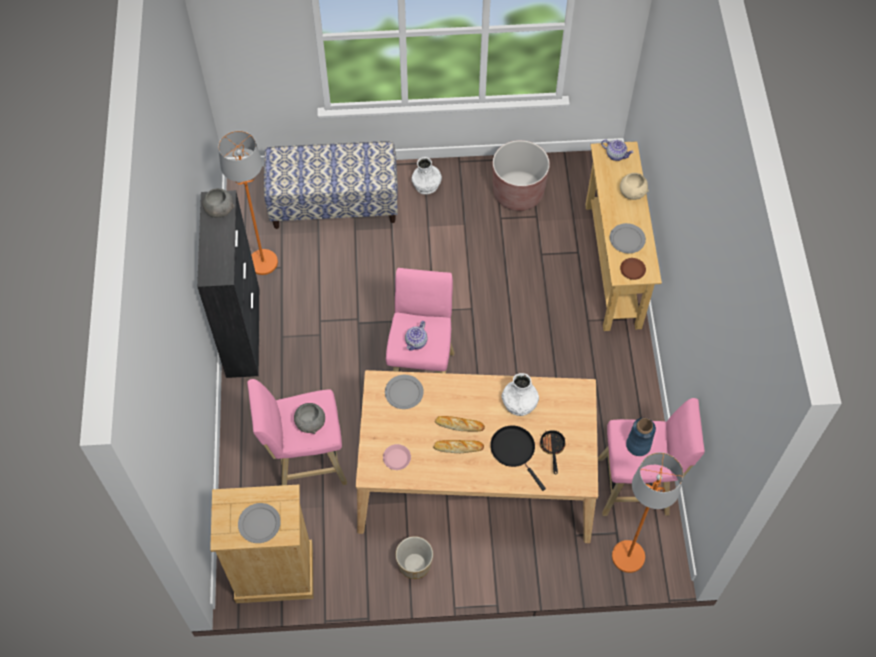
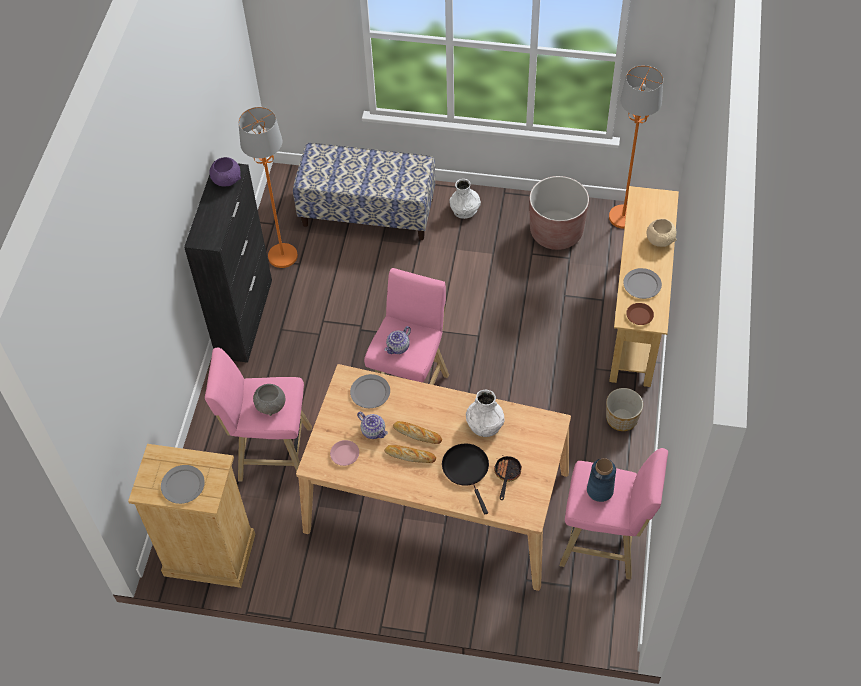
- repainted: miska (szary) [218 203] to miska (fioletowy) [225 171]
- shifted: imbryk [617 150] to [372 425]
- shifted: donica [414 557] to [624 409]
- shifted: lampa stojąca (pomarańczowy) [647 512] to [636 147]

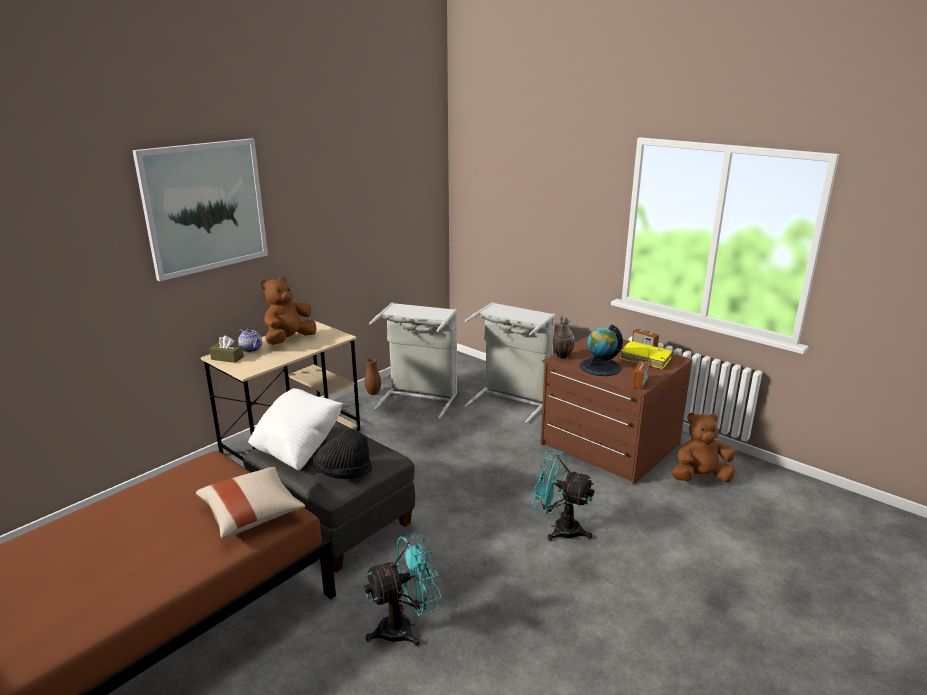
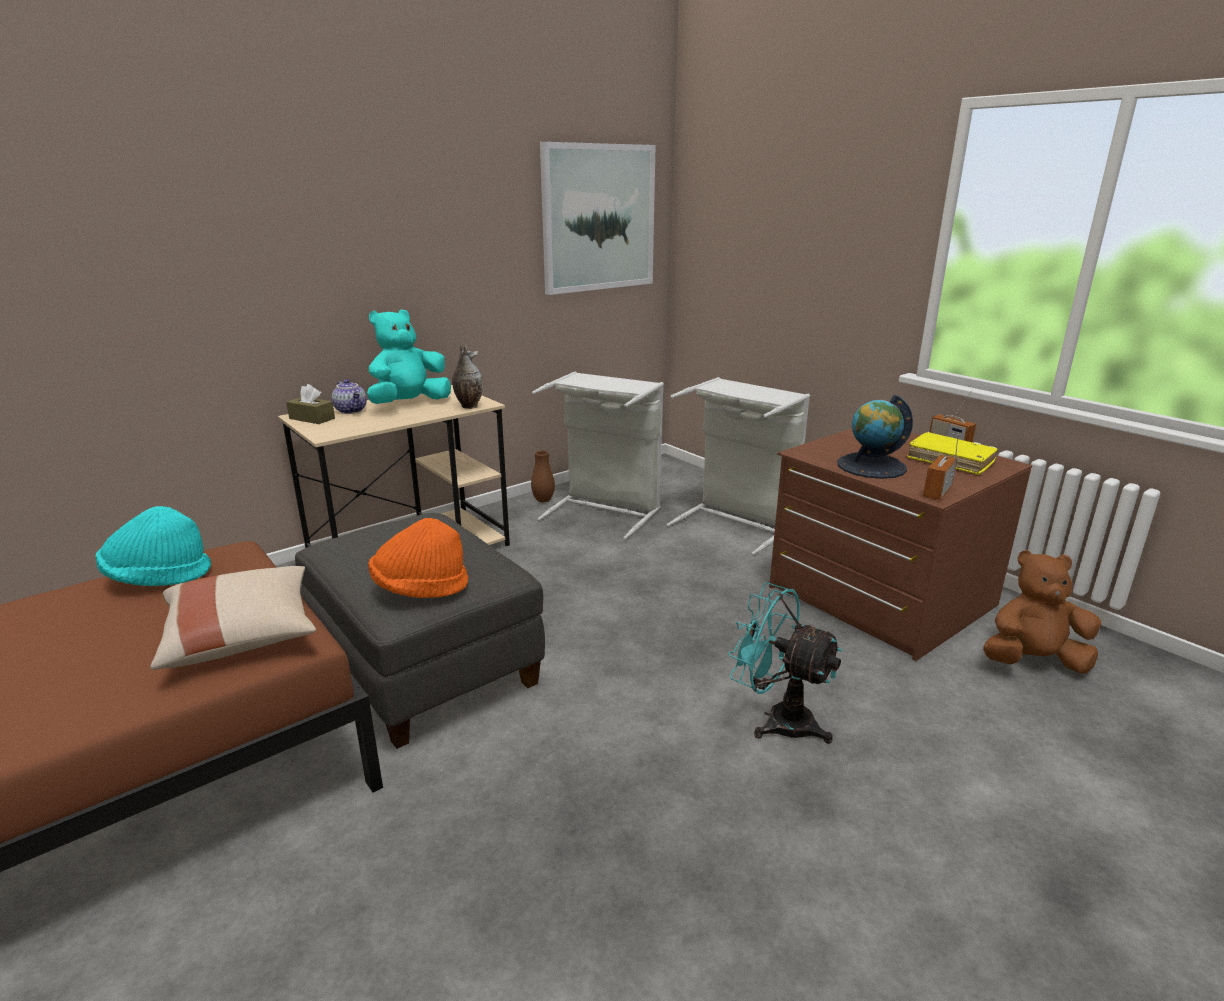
- new: kapelusz (turkusowy) [153 546]
- repainted: pluszak (brązowy) [289 311] to pluszak (turkusowy) [409 357]
- repainted: kapelusz (czarny) [342 454] to kapelusz (pomarańczowy) [418 558]
- shifted: wazon [564 337] to [467 376]
- shifted: obraz [200 209] to [598 218]
- gone: poduszka (biały) [295 429]
- gone: wentylator (turkusowy) [402 590]

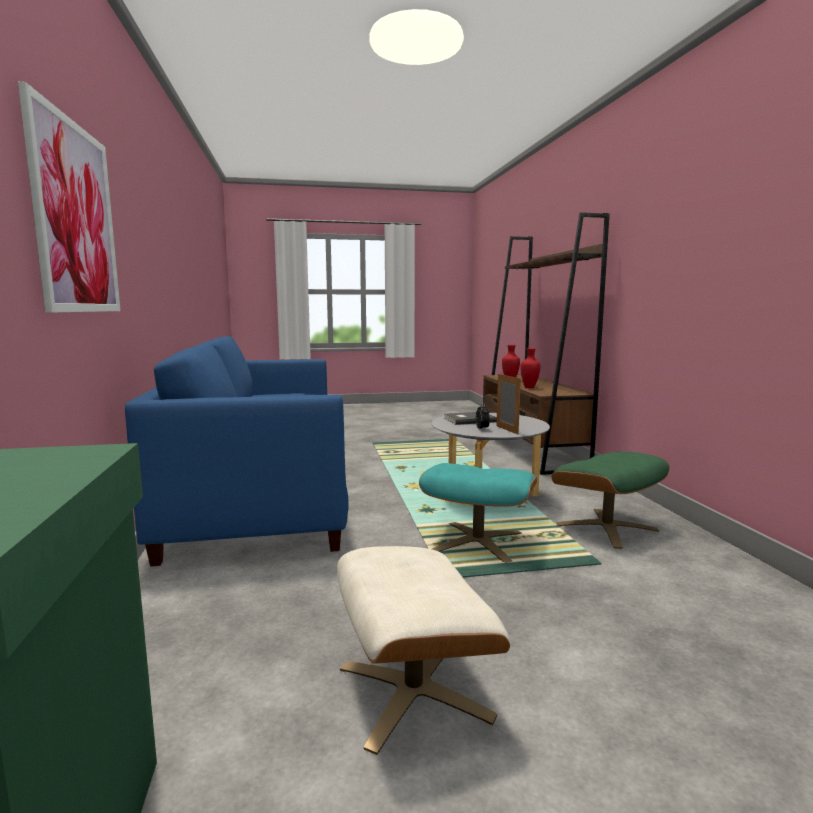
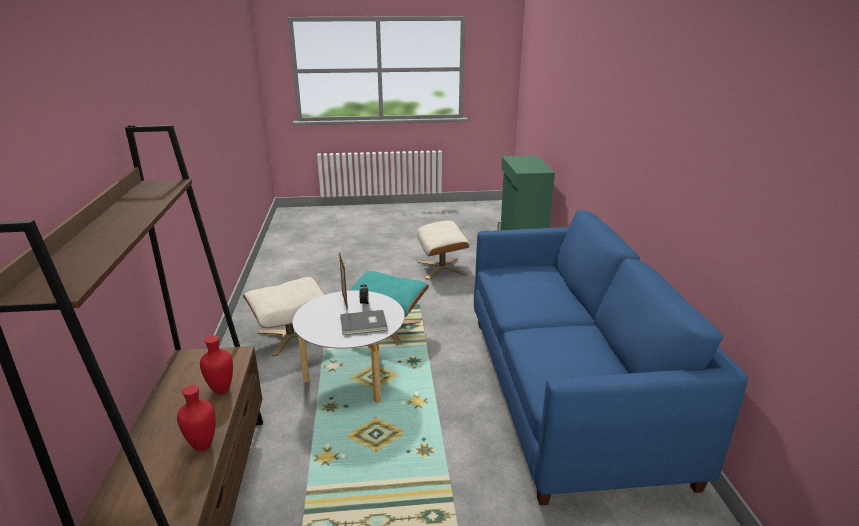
- repainted: pufa (zielony) [610 500] to pufa (beżowy) [284 316]
- gone: obraz [69 196]

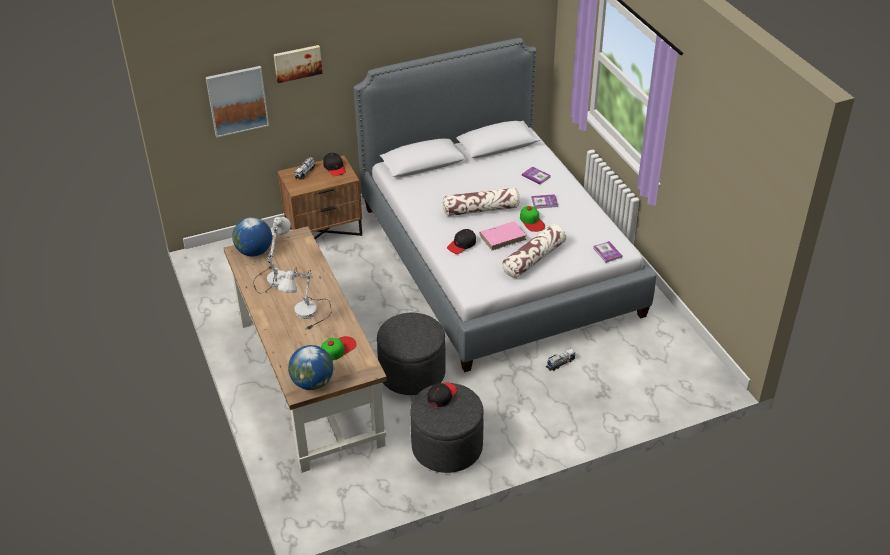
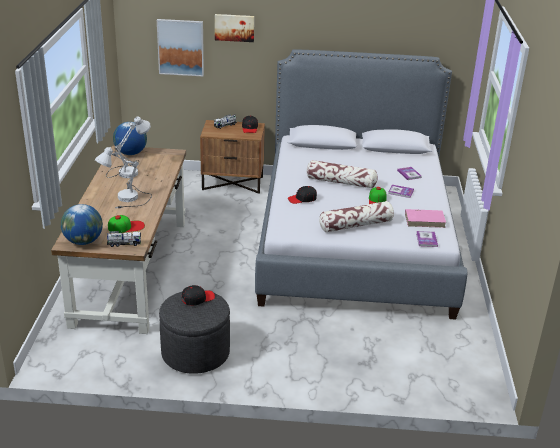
- shifted: ciężarówka zabawkowa [561 359] to [124 239]
- shifted: książka (różowy) [502 235] to [425 218]
- gone: pufa (szary) [411 354]

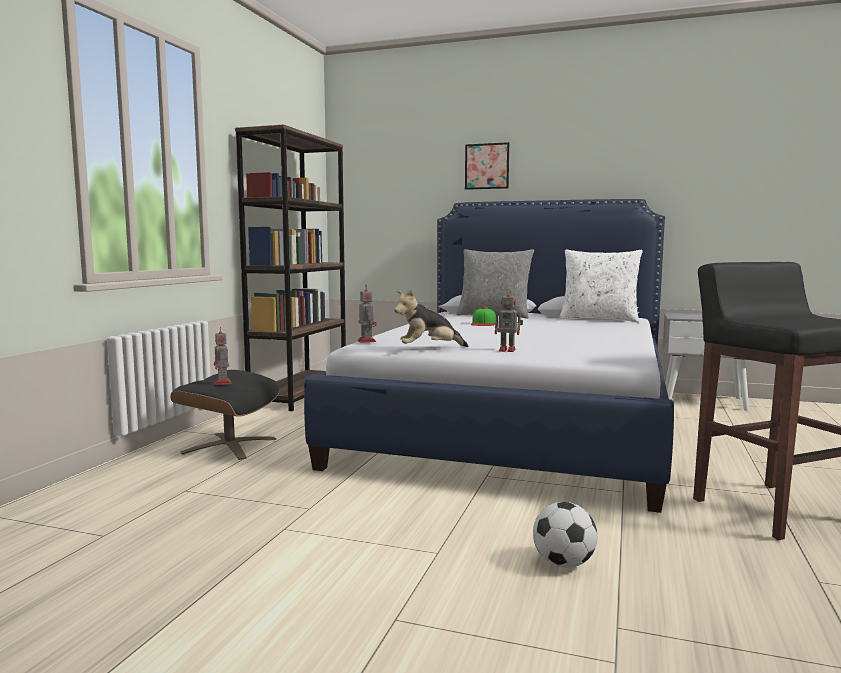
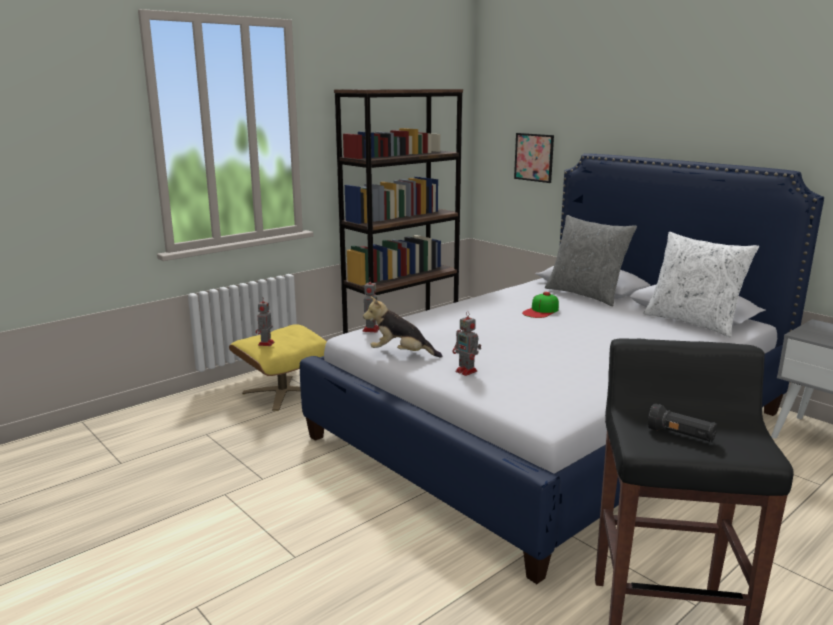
- repainted: pufa (czarny) [224 415] to pufa (żółty) [278 367]
- shifted: obraz [487 166] to [534 158]
- new: latarka (czarny) [682 423]
- gone: piłka futbolowa [565 535]

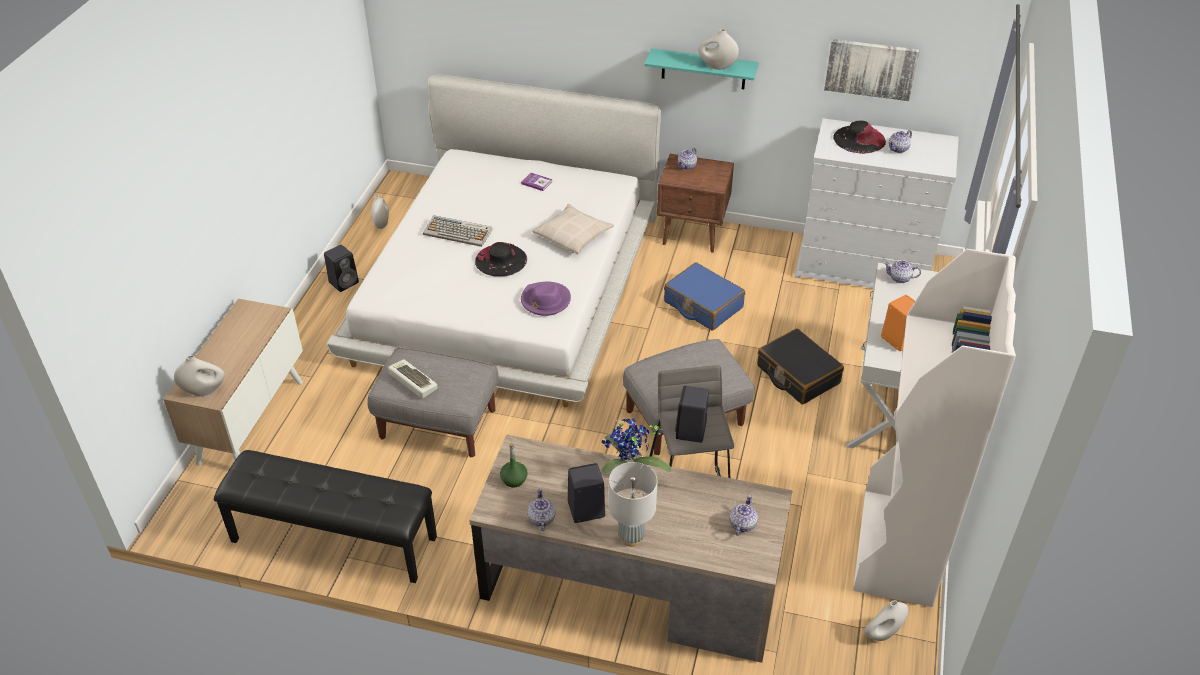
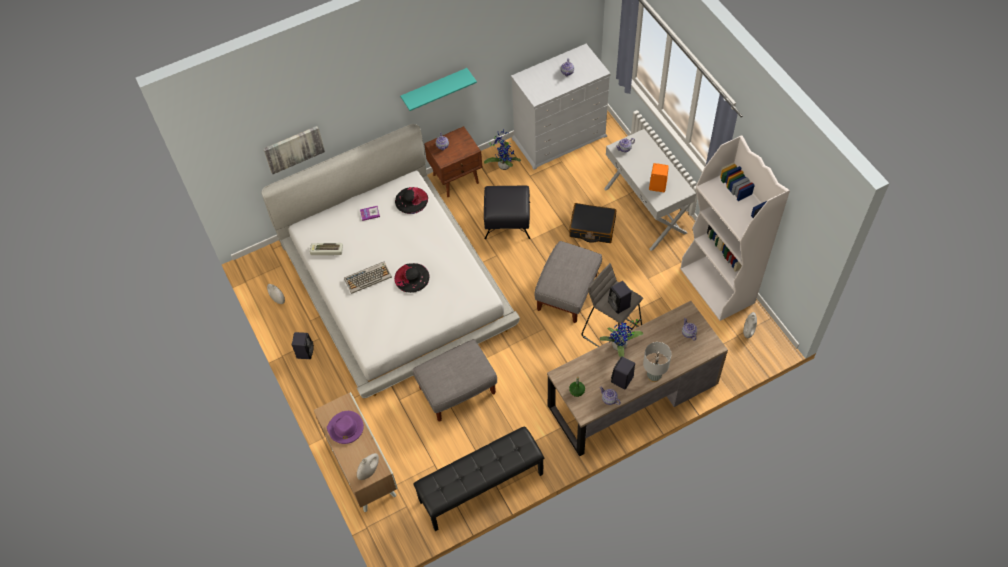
- shifted: obraz [872 70] to [294 150]
- shifted: klawiatura [413 378] to [326 249]
- shifted: kapelusz (fioletowy) [546 299] to [345 427]
- shifted: kapelusz (czarny) [859 137] to [411 200]
- new: roślina doniczkowa [502 149]
- swapped: walizka (niebieski) [704 296] to pufa (czarny) [507 212]
- gone: poduszka (beżowy) [573 229]
- gone: wazon (biały) [718 49]

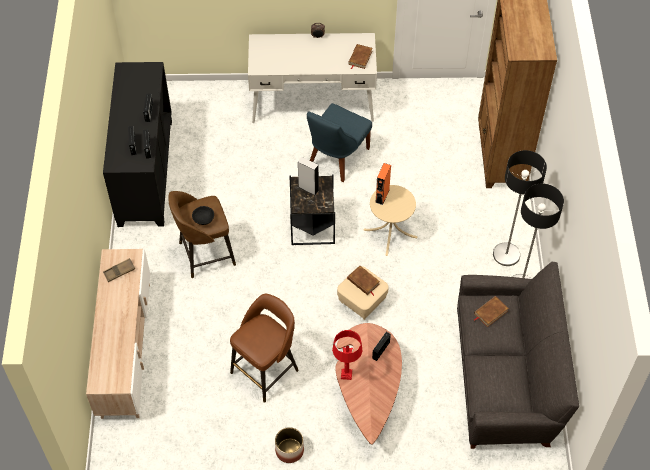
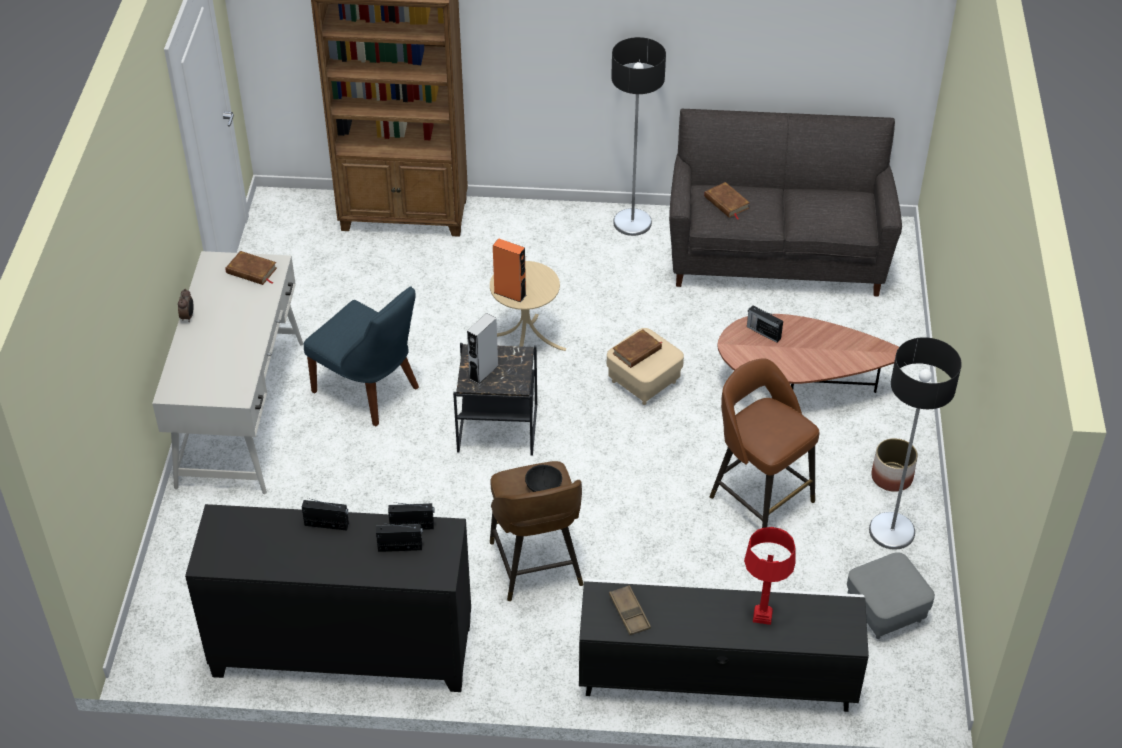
- repainted: szafka pod telewizor (beżowy) [118 334] to szafka pod telewizor (czarny) [724 645]
- shifted: lampa stołowa (czerwony) [347 355] to [769 576]
- new: pufa (szary) [891 595]
- shifted: lampa stojąca [520 208] to [915 443]

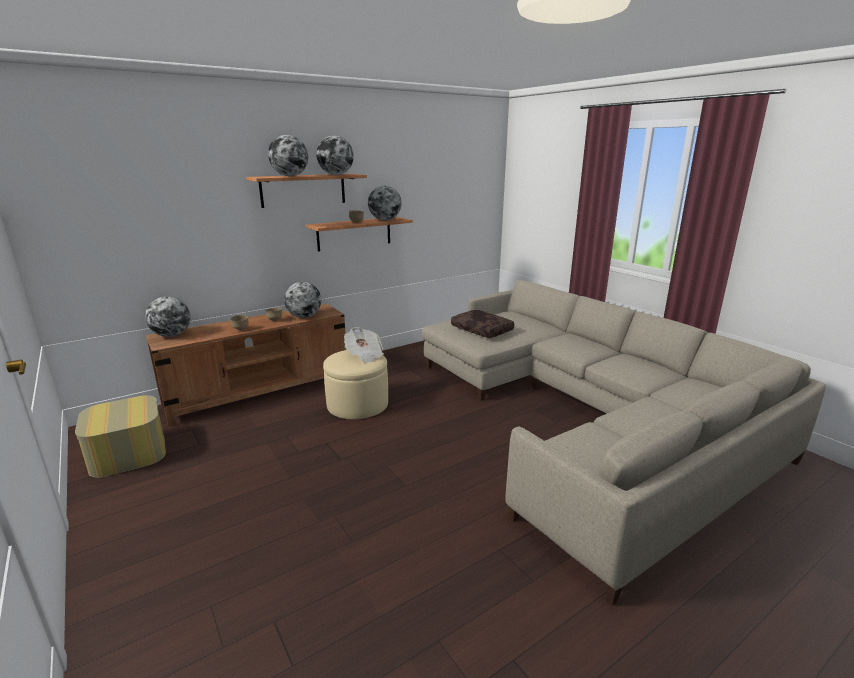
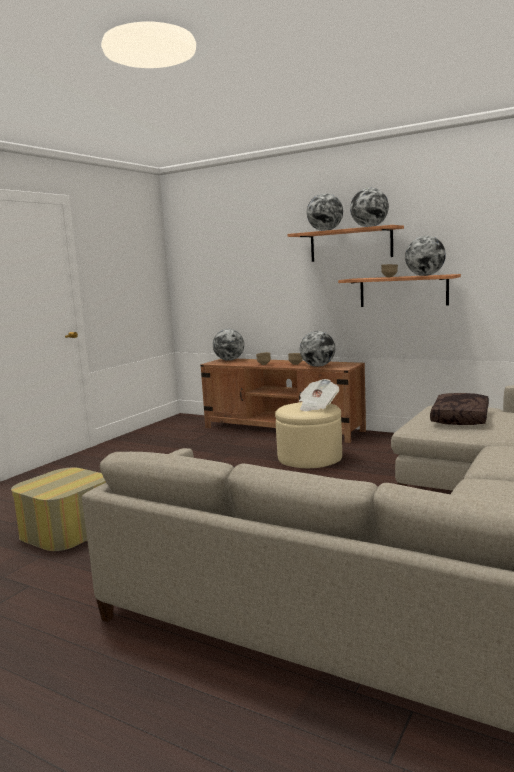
- shifted: pufa [120 436] to [58 509]

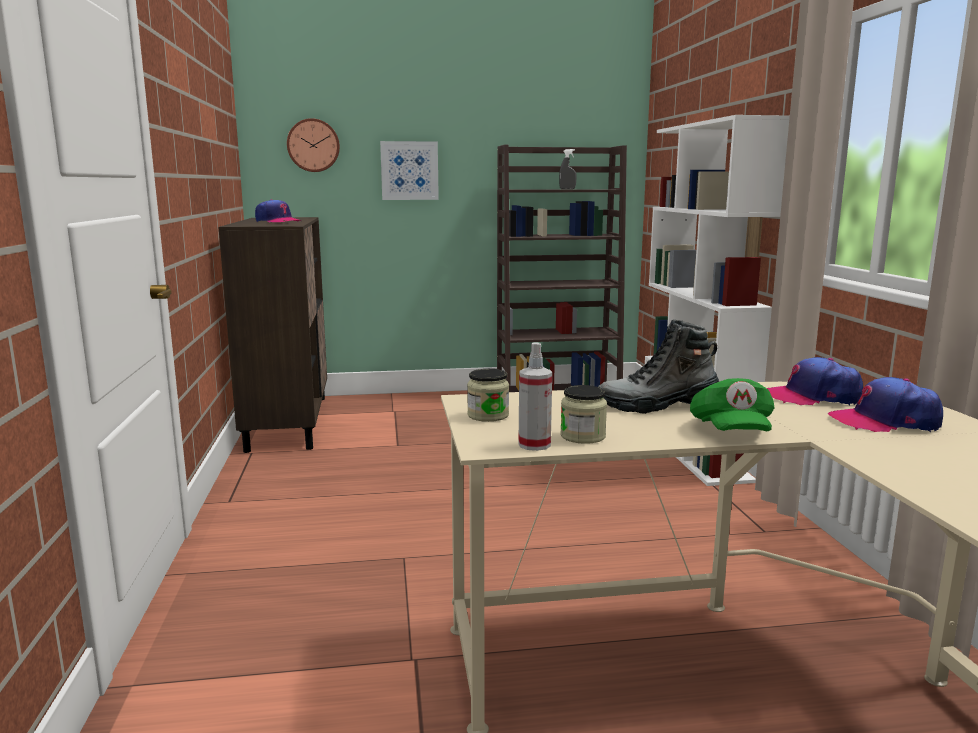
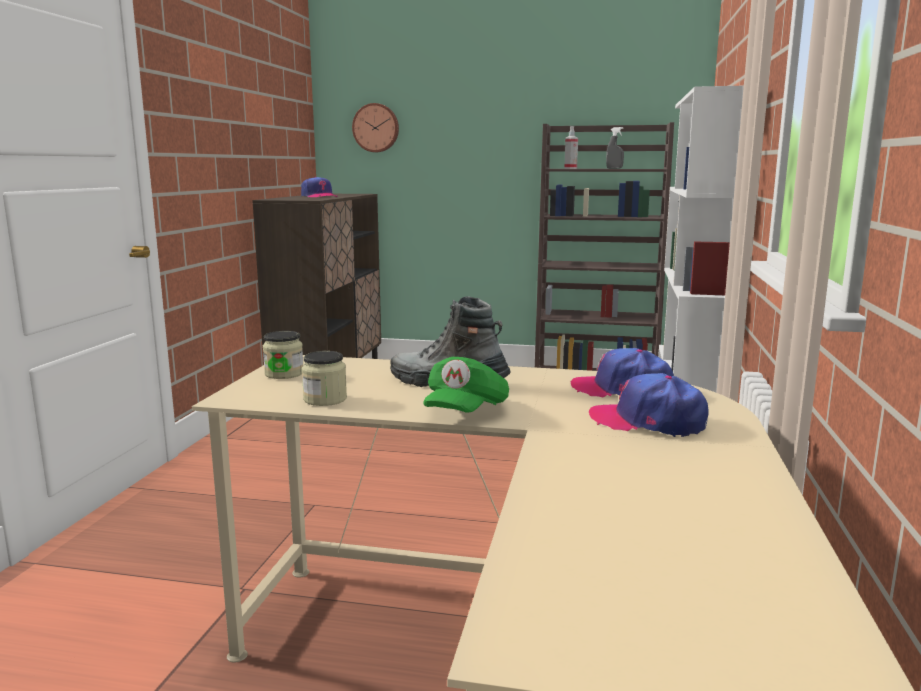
- shifted: spryskiwacz [535 396] to [571 147]
- gone: obraz [409 170]

